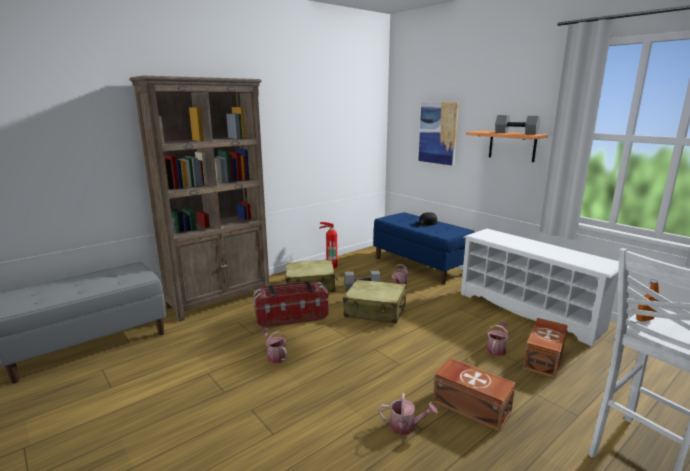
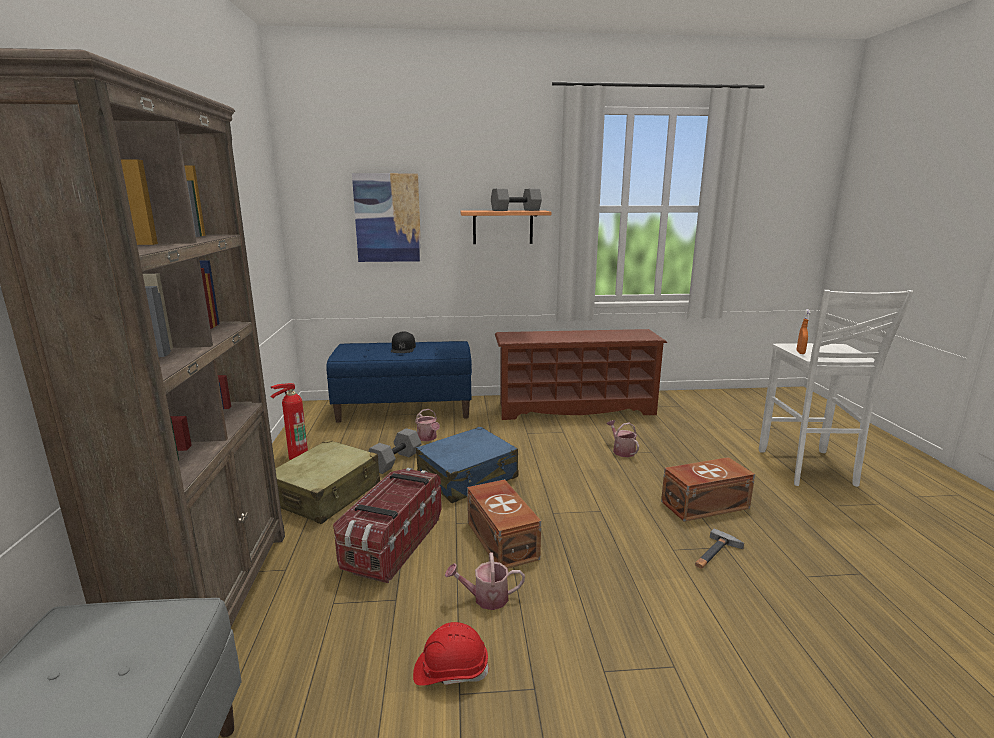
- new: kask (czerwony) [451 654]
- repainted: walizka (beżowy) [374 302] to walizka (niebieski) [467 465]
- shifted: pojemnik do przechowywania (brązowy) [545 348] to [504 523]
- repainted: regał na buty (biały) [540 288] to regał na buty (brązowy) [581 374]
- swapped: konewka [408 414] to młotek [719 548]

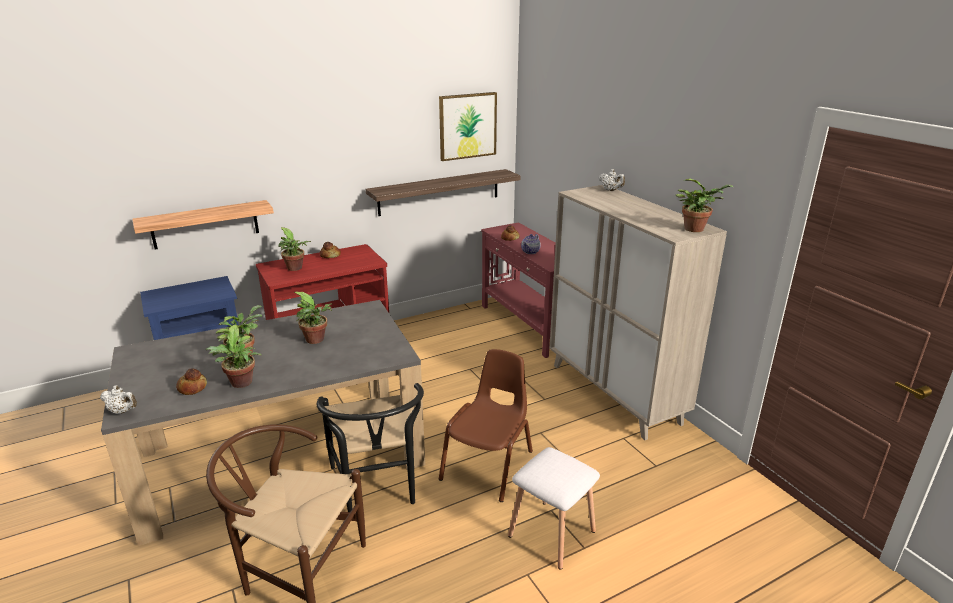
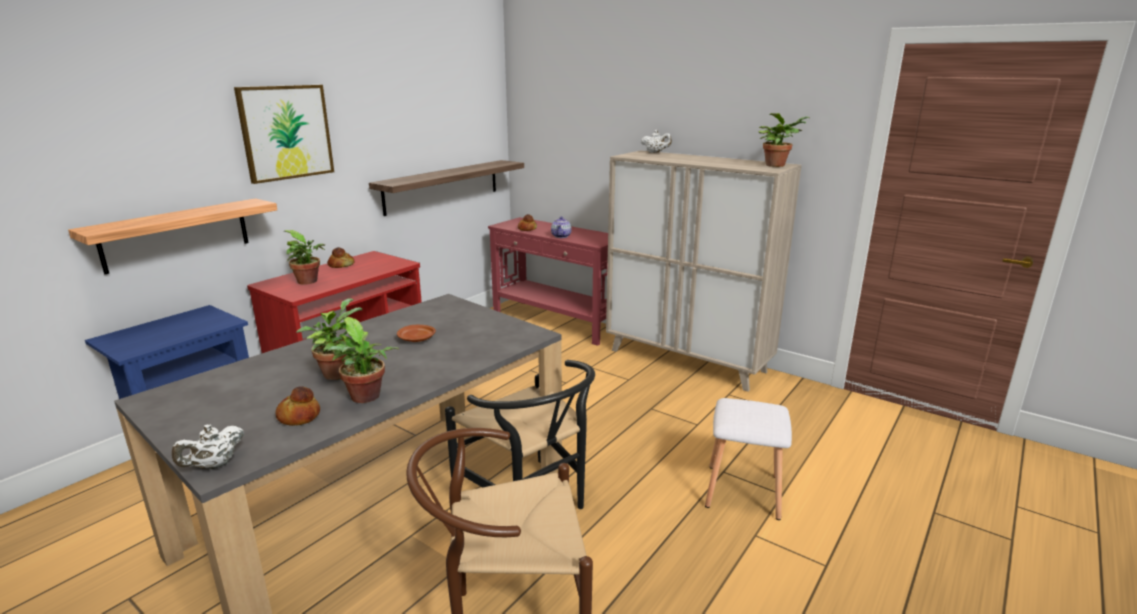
- rotated: imbryk (biały) [118 399] = [208 446] 135 degrees clockwise
- shifted: obraz [468 126] to [284 134]
- swapped: roślina doniczkowa [313 318] to talerz (brązowy) [416 333]
- gone: krzesło (brązowy) [486 425]

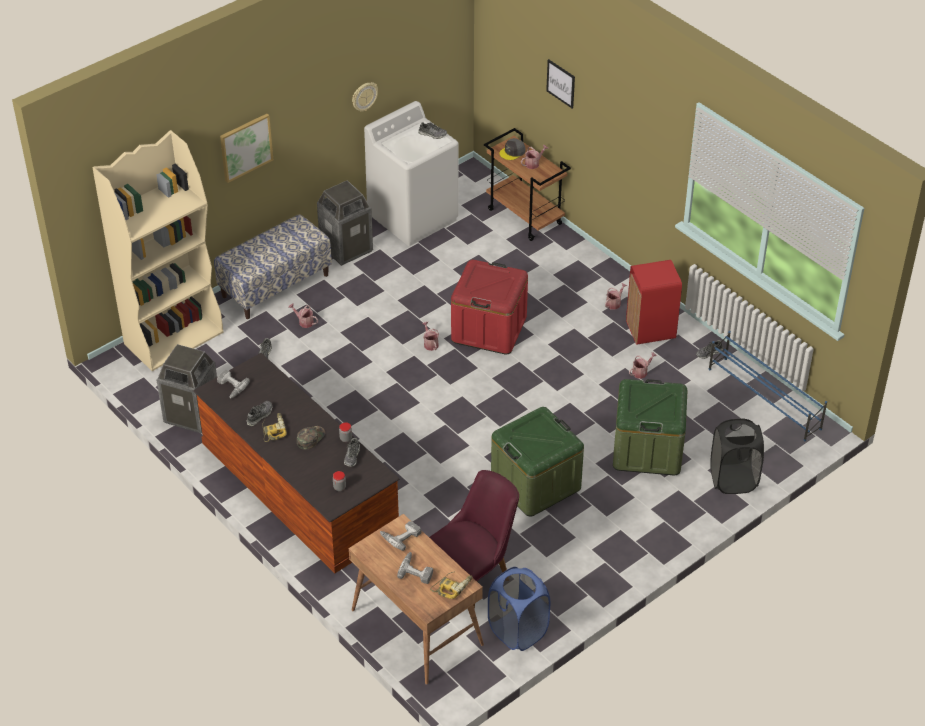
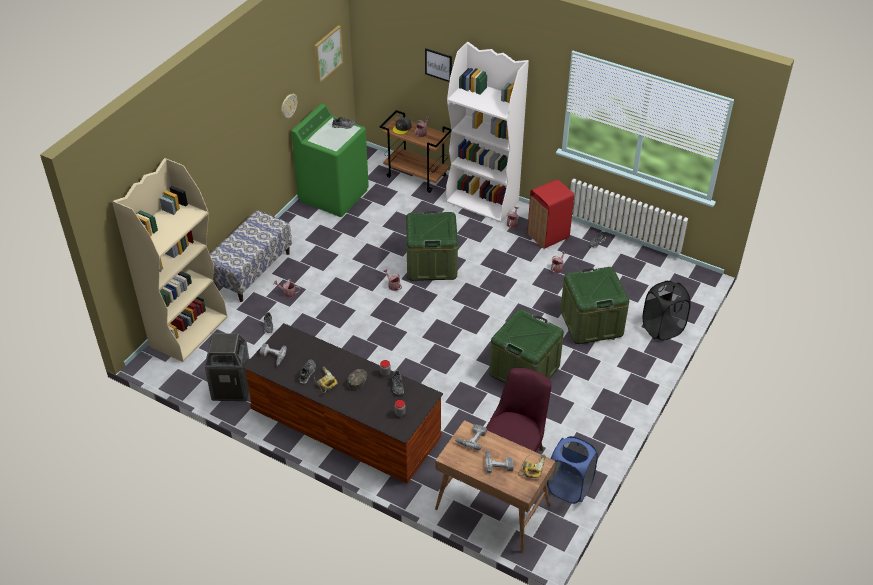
- repainted: pralka (biały) [411 173] to pralka (zielony) [330 160]
- shifted: obraz [246 148] to [328 54]
- repainted: pojemnik do przechowywania (czerwony) [489 307] to pojemnik do przechowywania (zielony) [432 246]
- new: regał (biały) [487 132]
- gone: kosz na śmieci [345 223]
- gone: regał na buty (niebieski) [768 386]

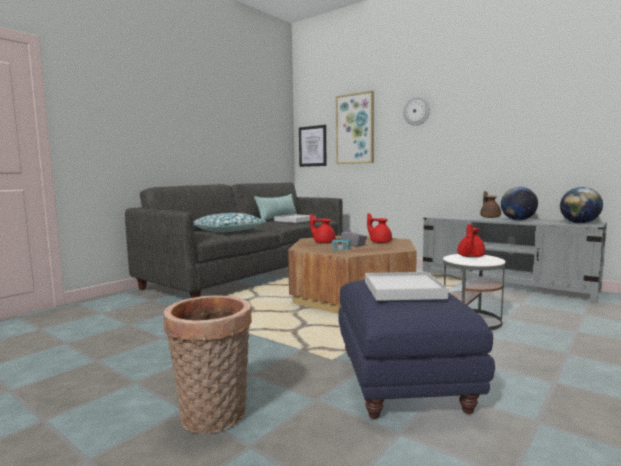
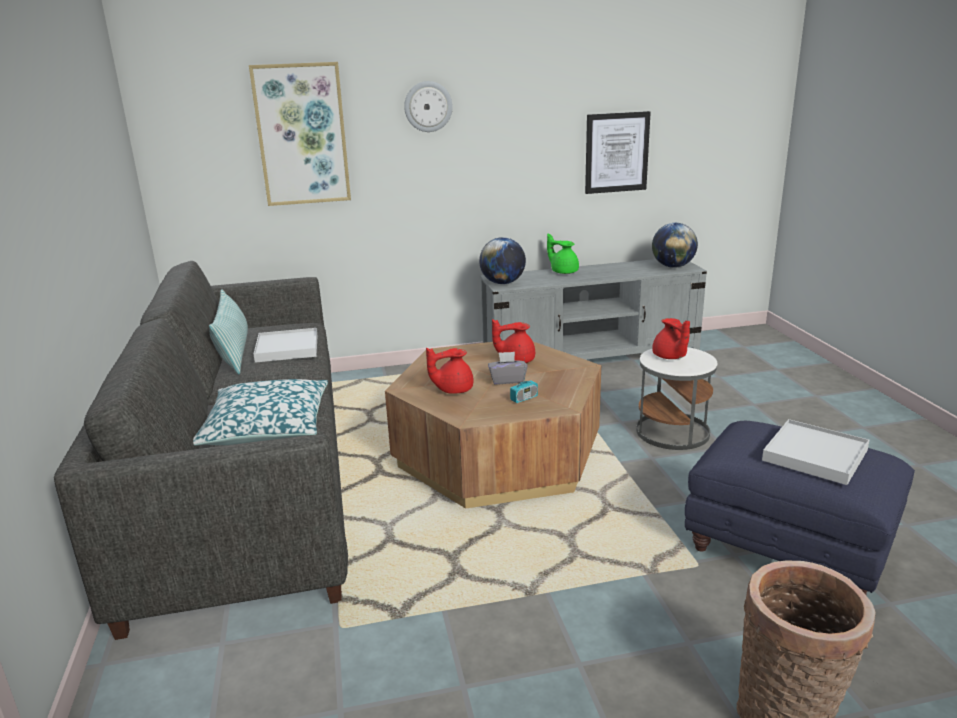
- shifted: globus [519 203] to [502 260]
- repainted: imbryk (brązowy) [490 204] to imbryk (zielony) [563 253]
- shifted: obraz [313 146] to [618 152]

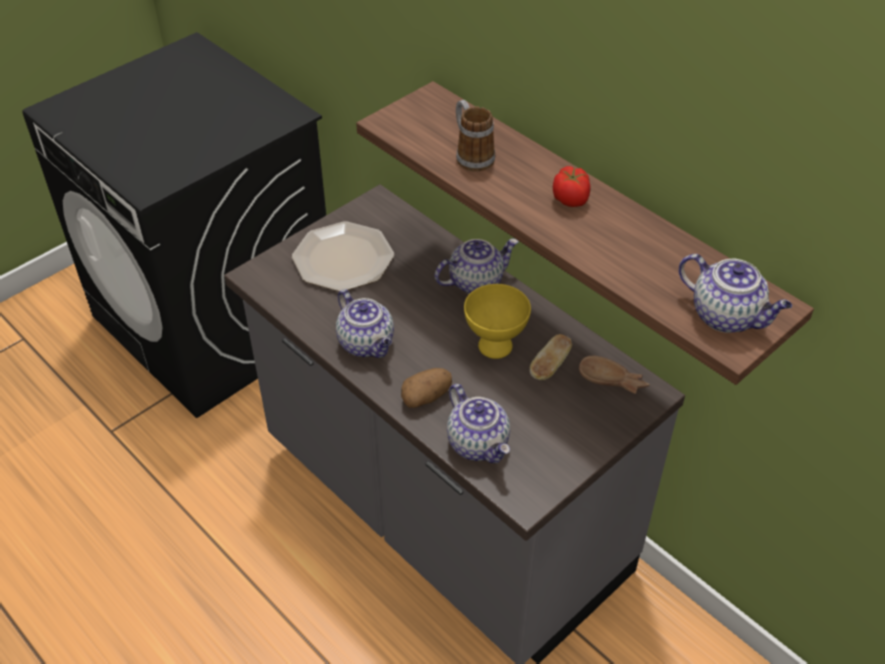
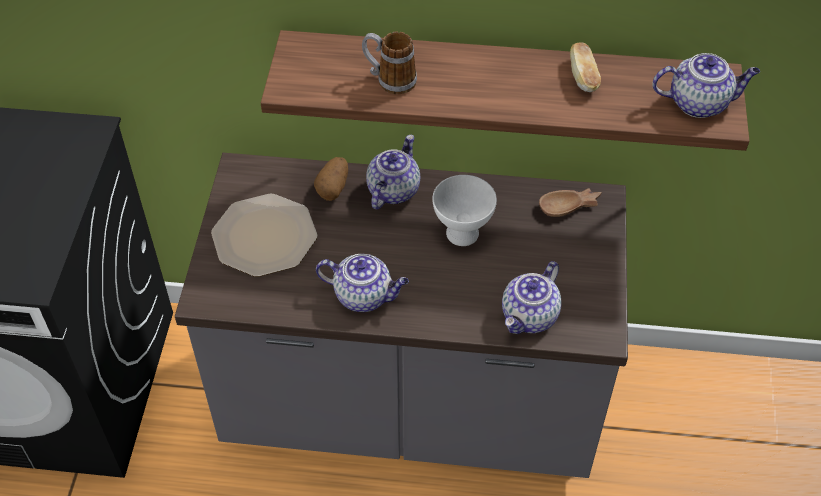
- shifted: ziemniak [426 388] to [331 179]
- repainted: miska (żółty) [497 321] to miska (biały) [464 210]
- rotated: imbryk [478 423] = [532 297] 105 degrees clockwise
- shifted: chleb [551 357] to [585 67]
- gone: pomidor [572 186]

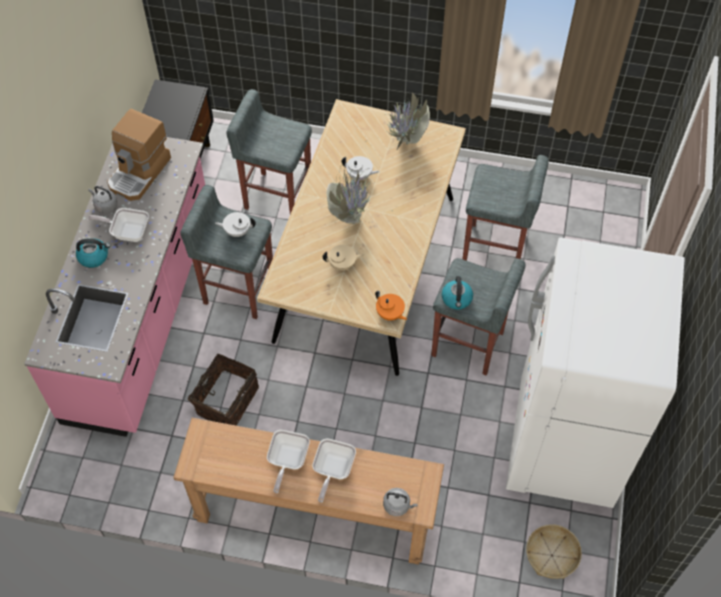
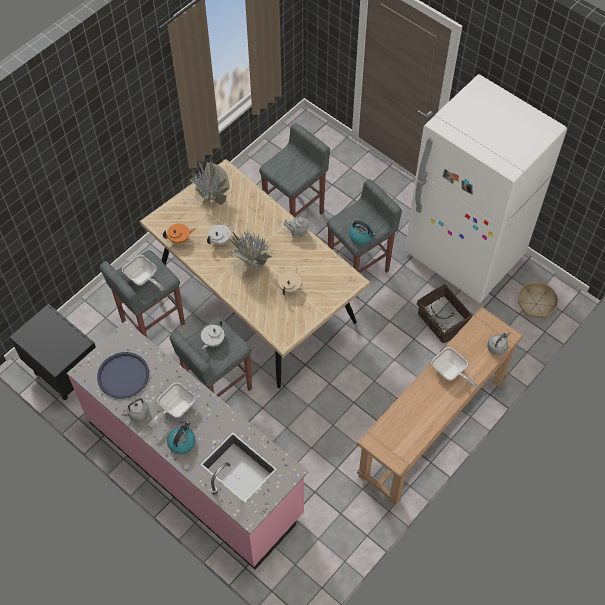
- swapped: ekspres do kawy [139 155] to taca (niebieski) [123 375]
- shifted: patelnia [288 461] to [143 273]
- shifted: imbryk (pomarańczowy) [391 305] to [179 233]
- new: imbryk (szary) [296 227]
- shifted: koszyk [219 390] to [444 313]

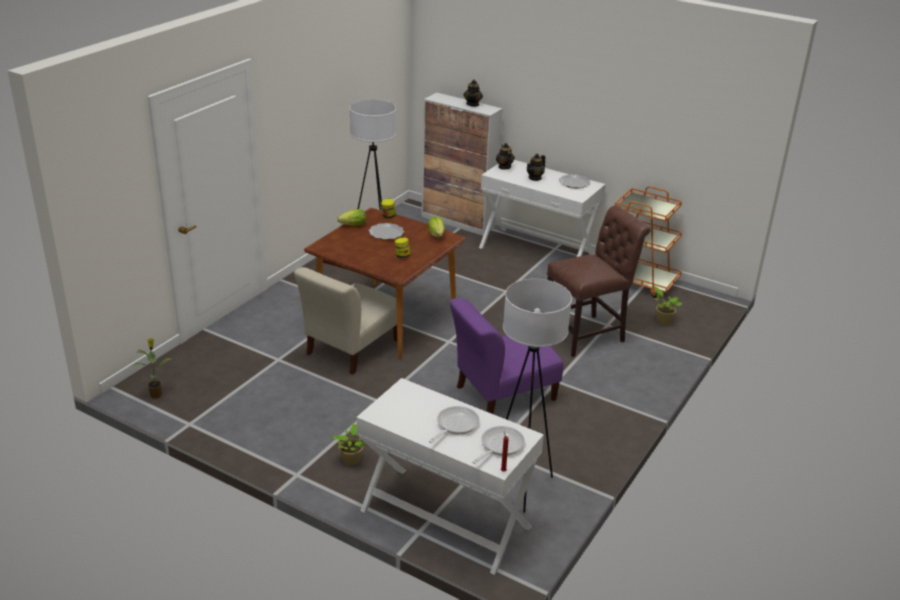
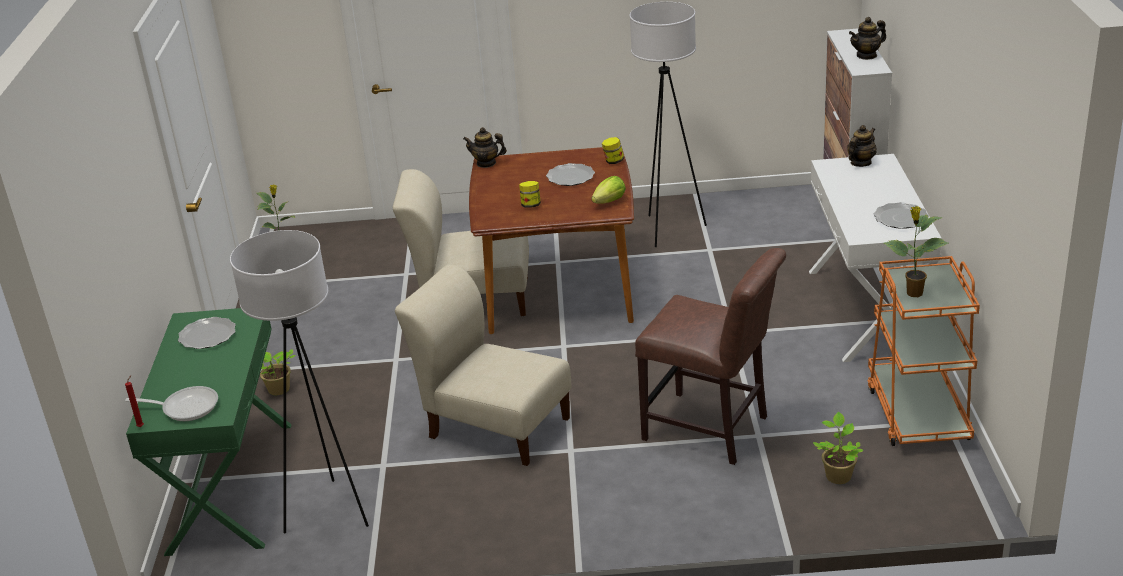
- repainted: stolik konsolowy (biały) [450 476] to stolik konsolowy (zielony) [209 432]
- new: talerz [207 333]
- repainted: krzesło (fioletowy) [506 356] to krzesło (beżowy) [483 365]
- shifted: imbryk [536 167] to [485 147]
- new: roślina doniczkowa [916 251]
- gone: sałata [351 217]
- gone: patelnia [454 424]

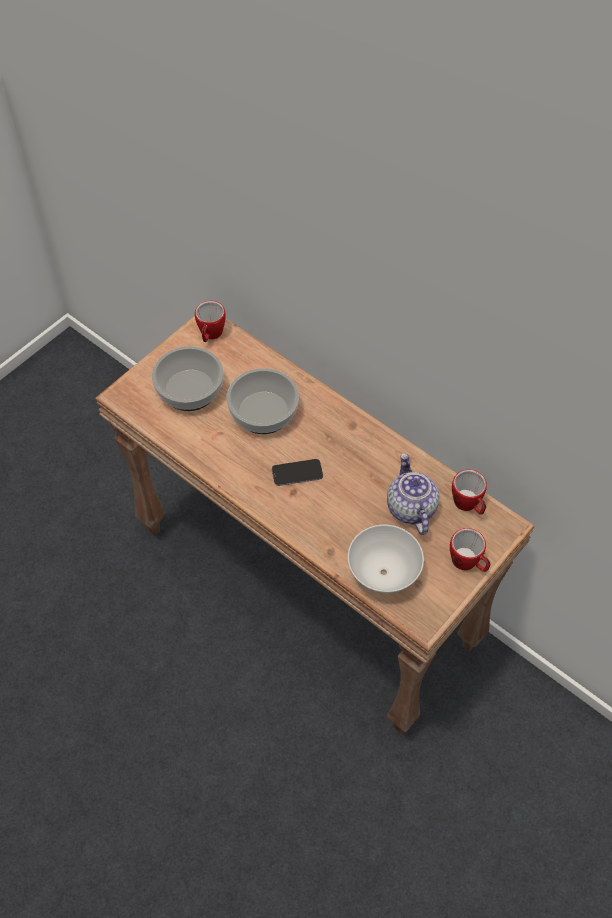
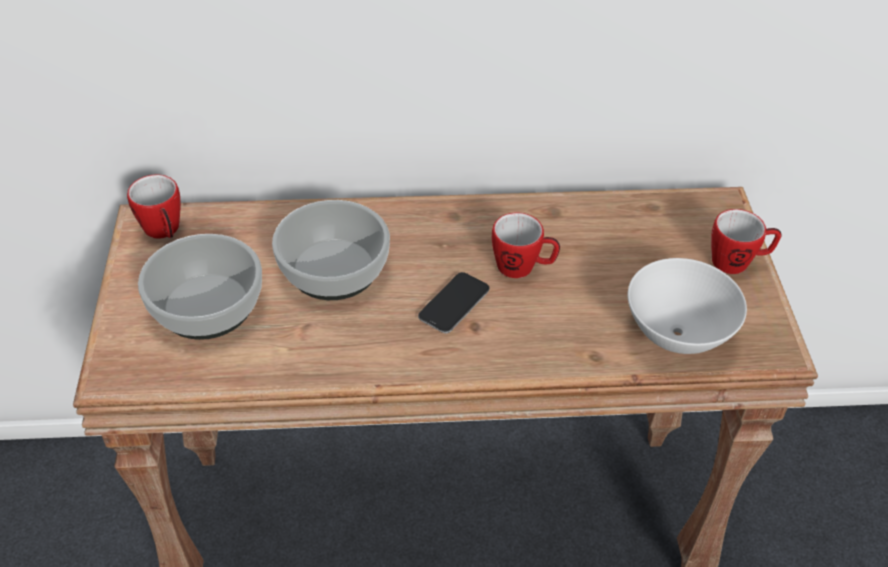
- shifted: kubek [469 492] to [526 245]
- gone: imbryk [413 494]

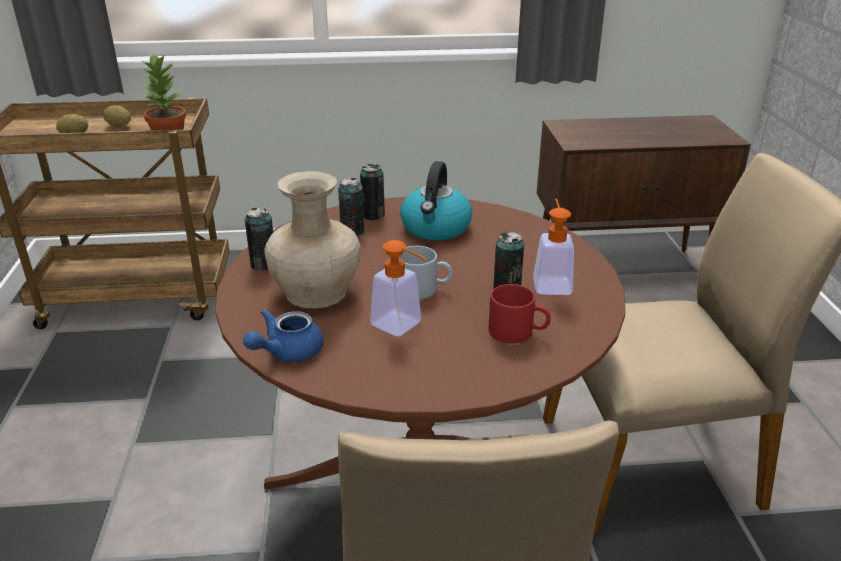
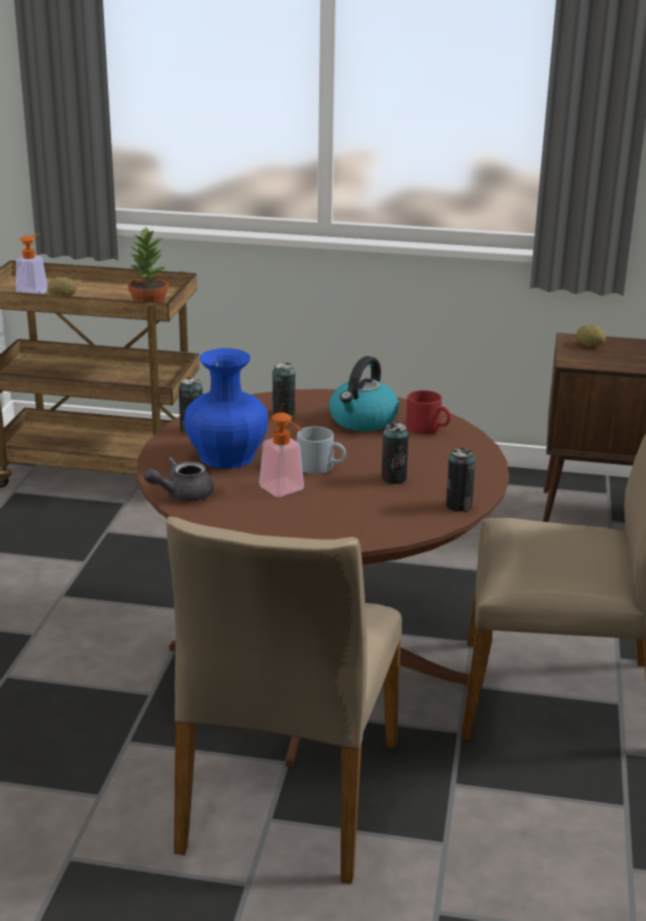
- shifted: dozownik mydła [553 247] to [32 263]
- repainted: imbryk (niebieski) [283 335] to imbryk (szary) [179 479]
- repainted: wazon (beżowy) [312 240] to wazon (niebieski) [226 408]
- shifted: kubek (czerwony) [519 314] to [428 412]
- shifted: puszka [372 192] to [461 480]
- shifted: ziemniak [117 116] to [591 336]

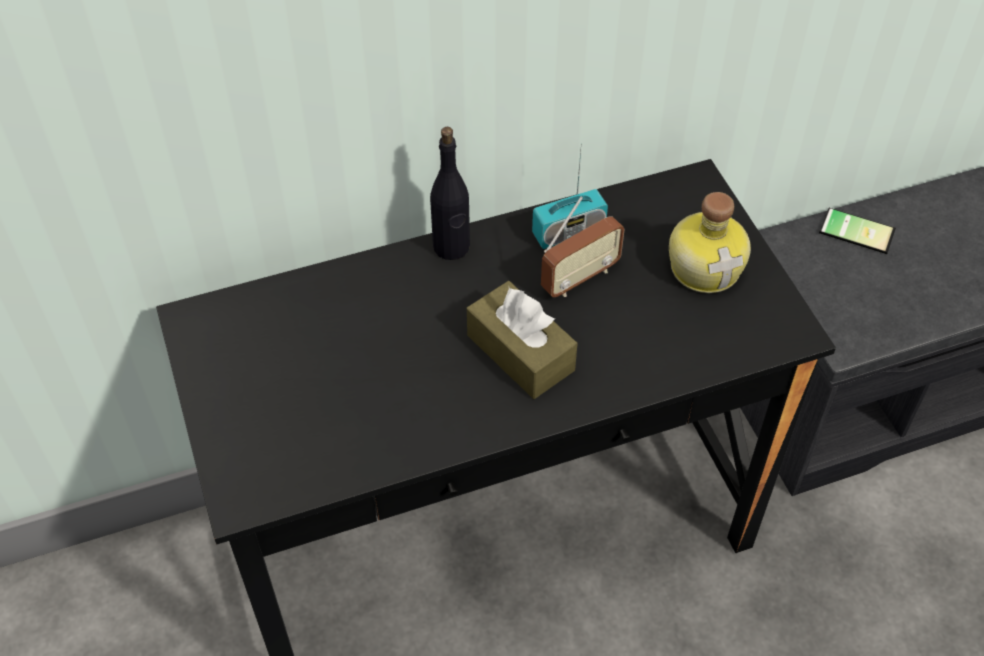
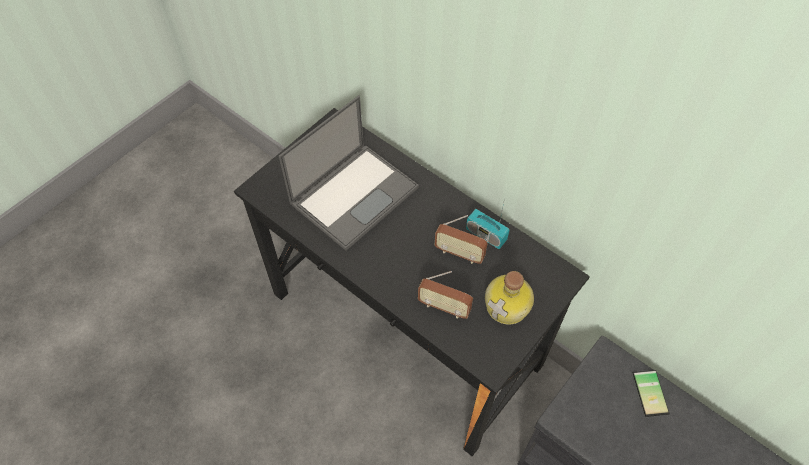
- new: laptop [349 173]
- new: radio [445 295]
- gone: butelka (czarny) [450 193]
- gone: pudełko chusteczek (brązowy) [522 340]

